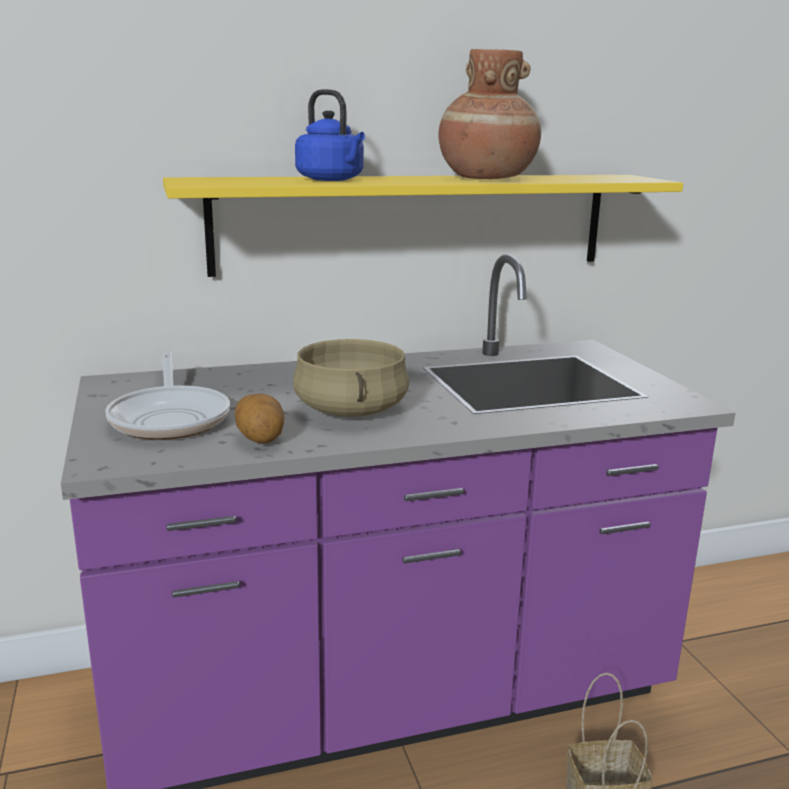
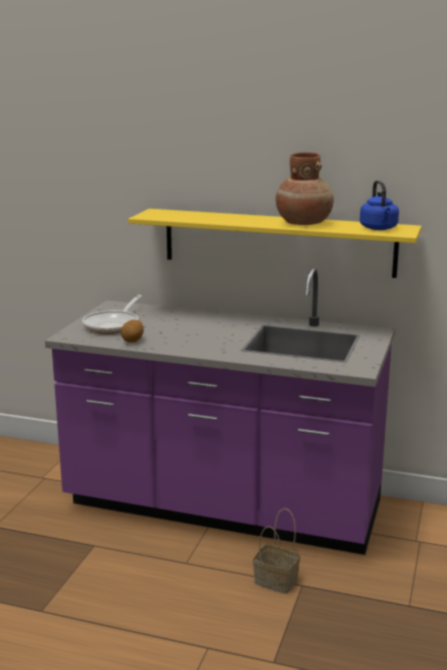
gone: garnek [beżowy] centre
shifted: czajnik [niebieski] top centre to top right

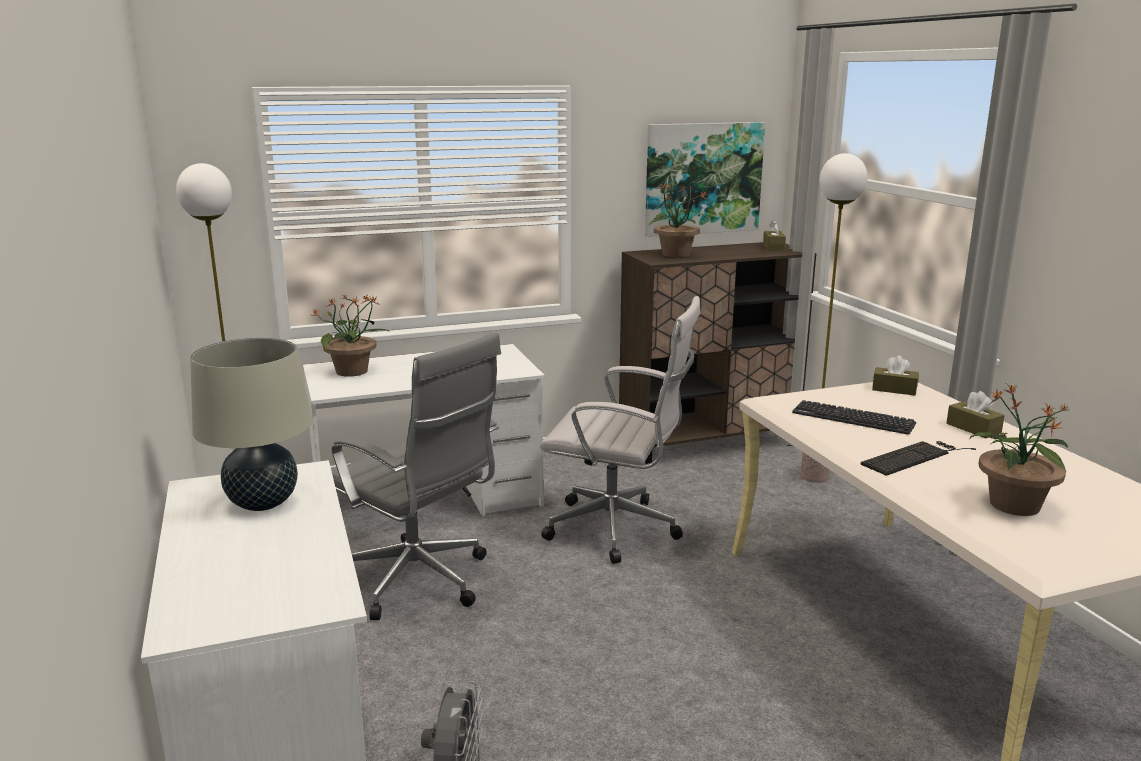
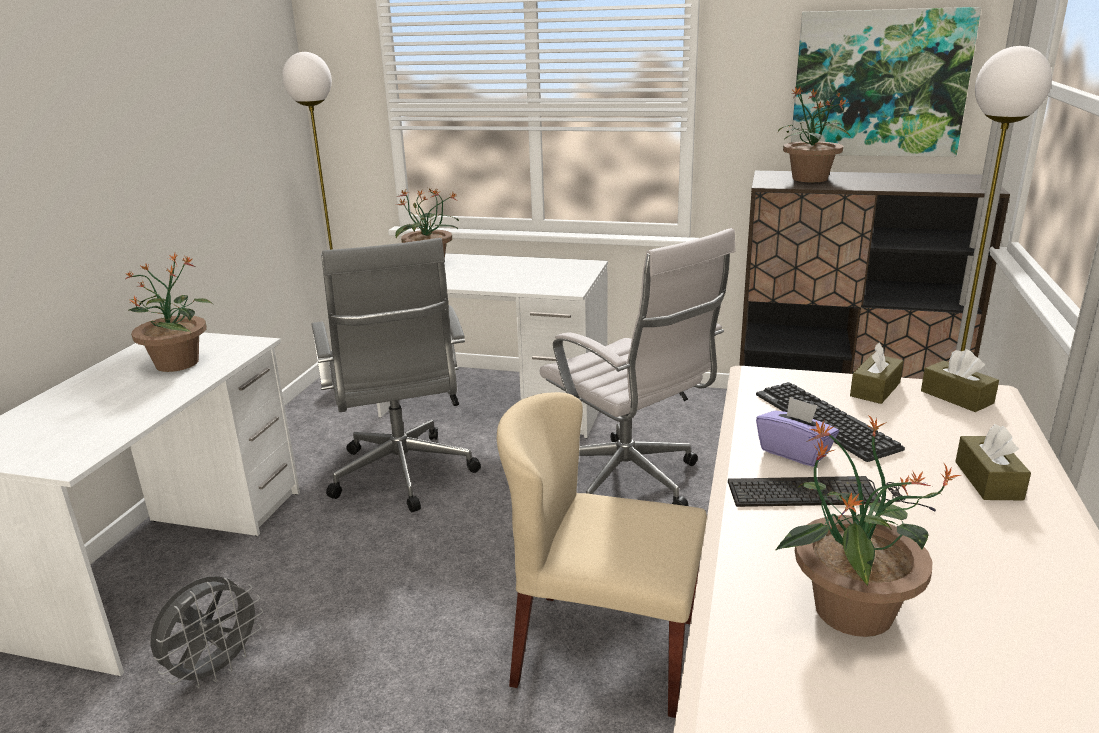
new: krzesło [beżowy] bottom centre; pudełko chusteczek [fioletowy] middle right
shifted: pudełko chusteczek [brązowy] (no. 1 from left) top right to middle right
swapped: lampa stołowa [beżowy] middle left to roślina doniczkowa (no. 1 from left) middle left

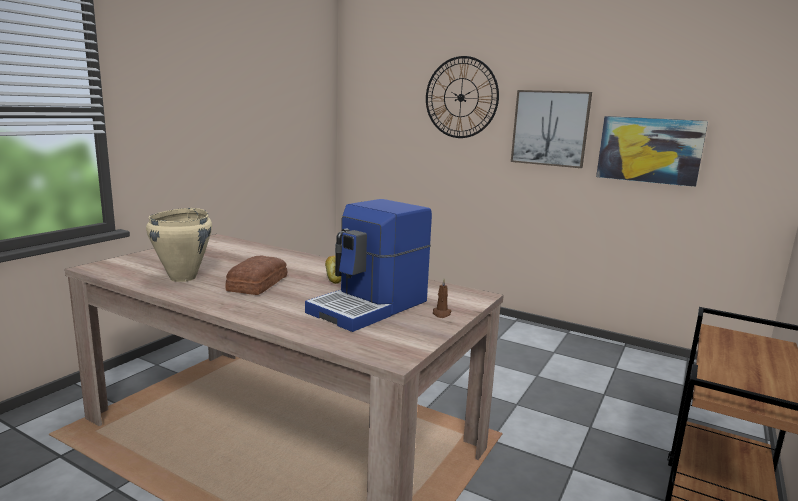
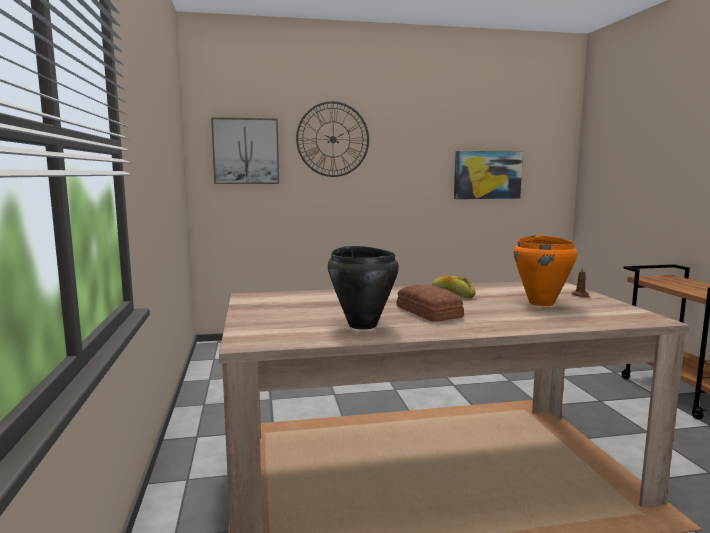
shifted: obraz (no. 1 from left) top right to top centre
swapped: ekspres do kawy centre to garnek [pomarańczowy] middle right
repainted: garnek [beżowy] middle left to garnek [czarny] centre

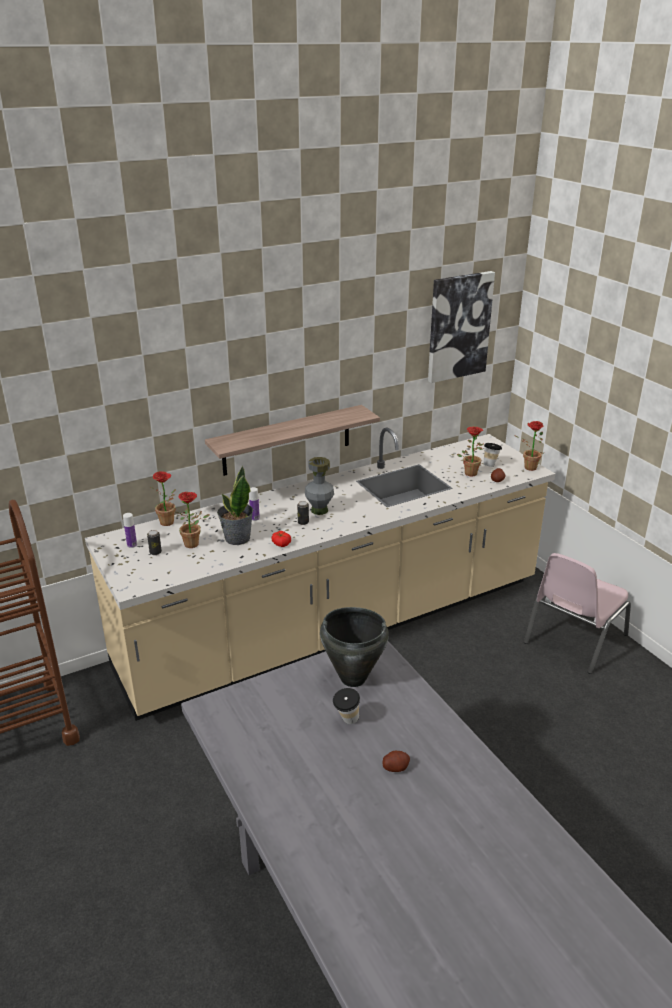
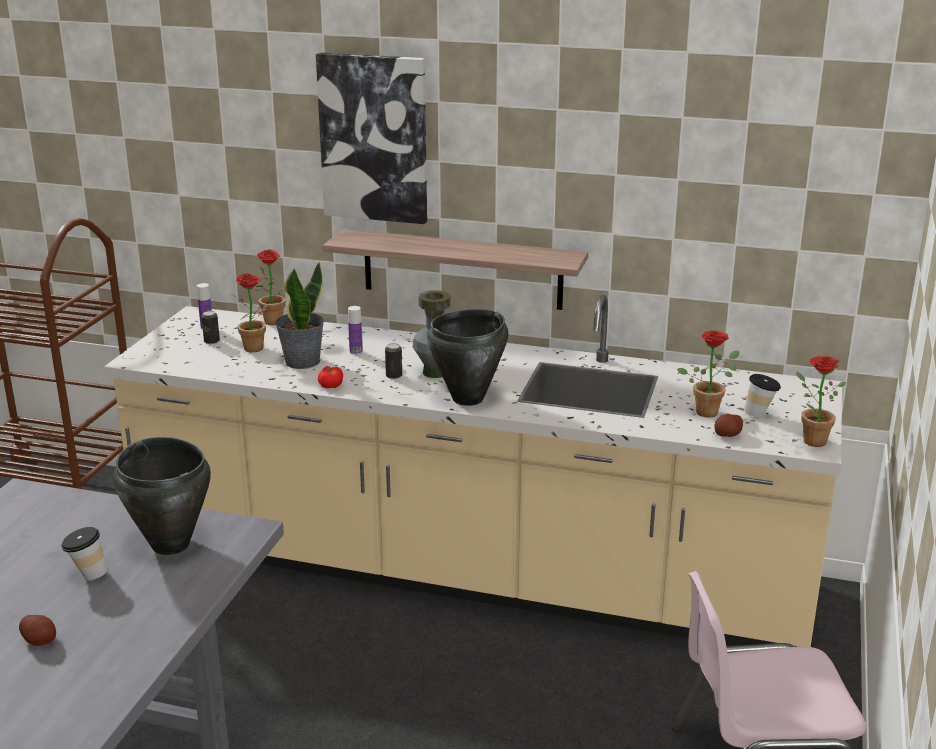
new: garnek [czarny] (no. 2 from left) centre
shifted: obraz top right to top centre

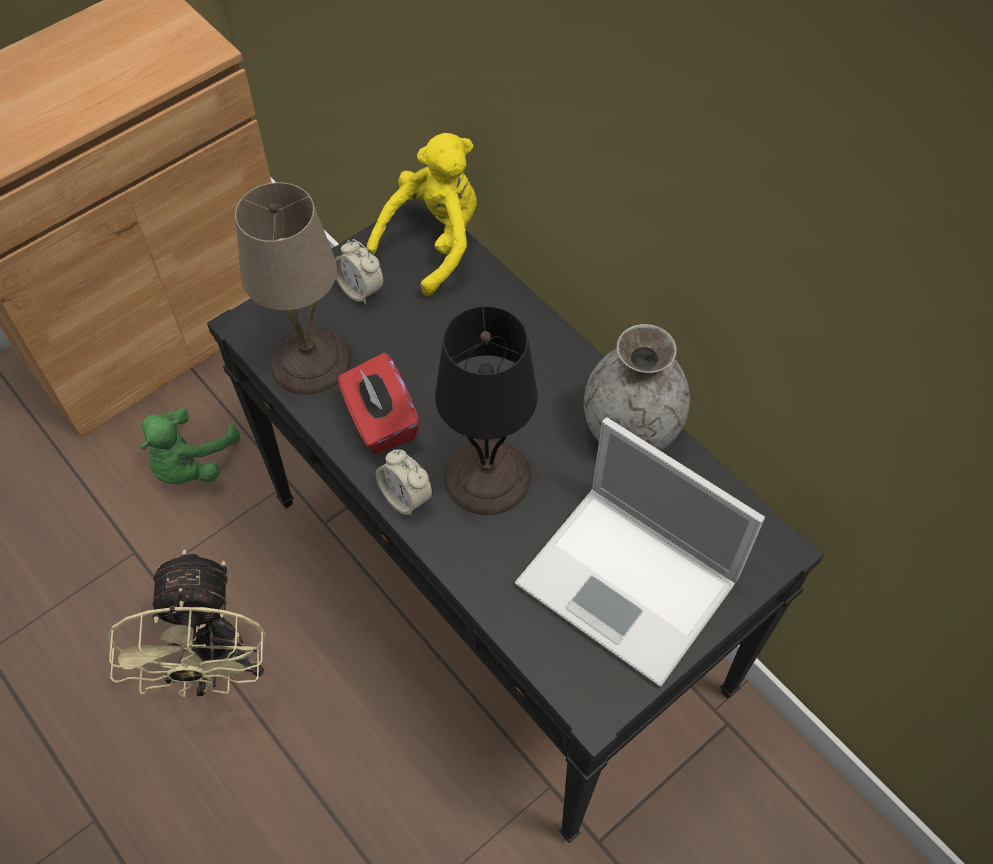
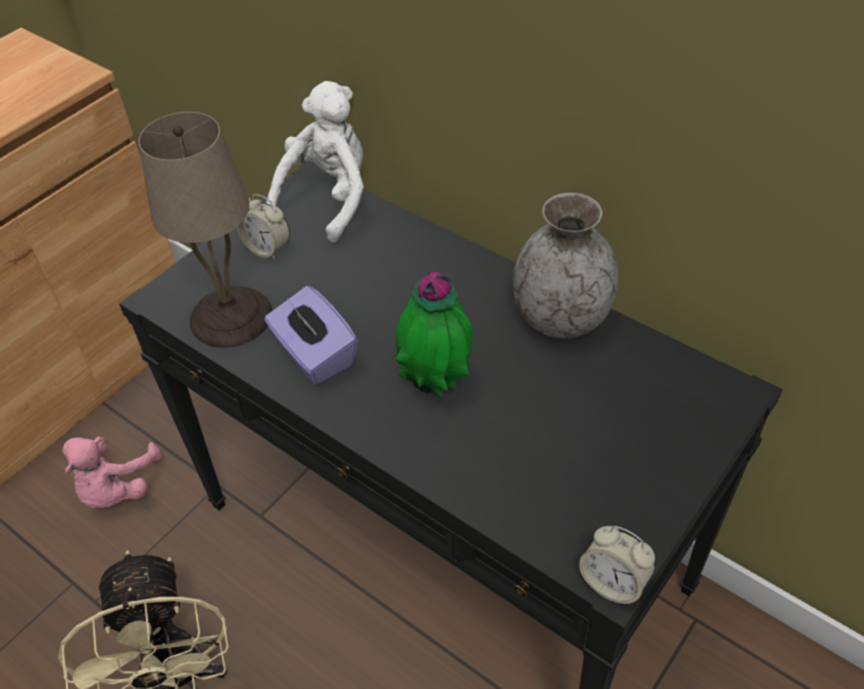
gone: laptop centre
shifted: budzik (no. 2 from left) centre to bottom right
swapped: lampa stołowa [czarny] centre to roślina doniczkowa centre
repainted: pluszak [zielony] middle left to pluszak [różowy] bottom left; pudełko chusteczek [czerwony] centre to pudełko chusteczek [fioletowy] centre; pluszak [żółty] top centre to pluszak [biały] top centre

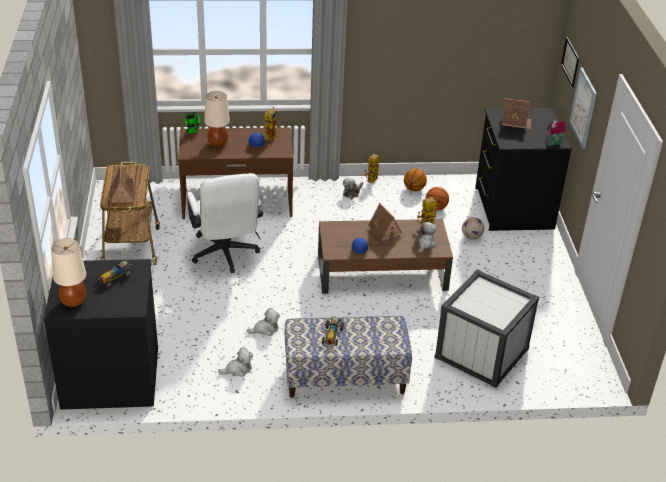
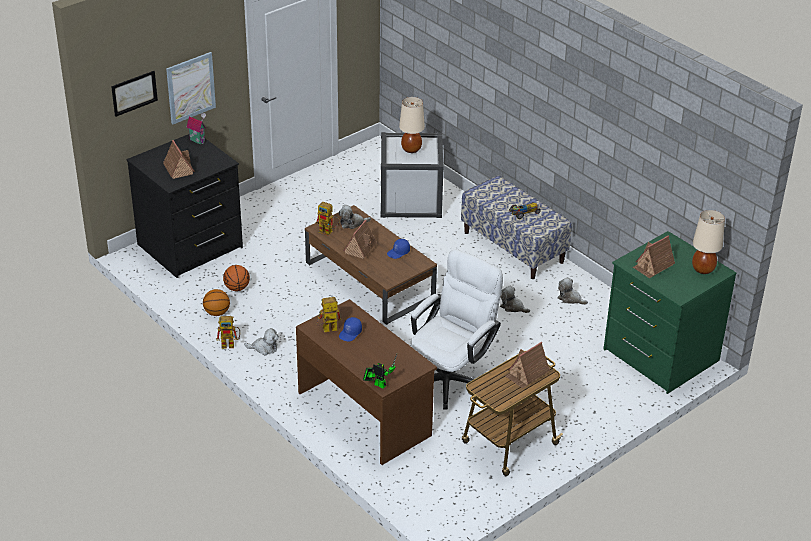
gone: piłka futbolowa middle right
shifted: lampa stołowa [beżowy] (no. 2 from left in the first image) top left to lampa stołowa [beżowy] (no. 1 from left) top centre
swapped: samochodzik (no. 1 from left) middle left to domek (no. 5 from left) middle right
repainted: komoda [czarny] (no. 1 from left) bottom left to komoda [zielony] middle right

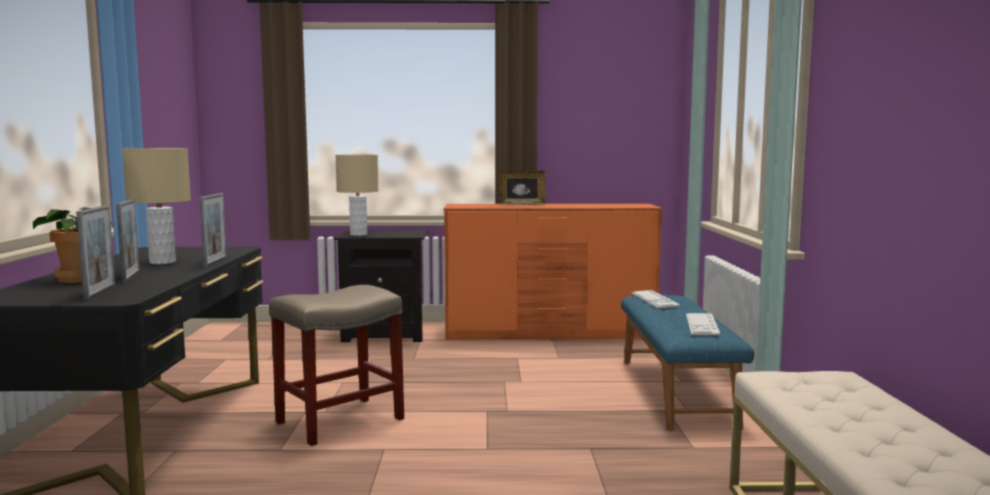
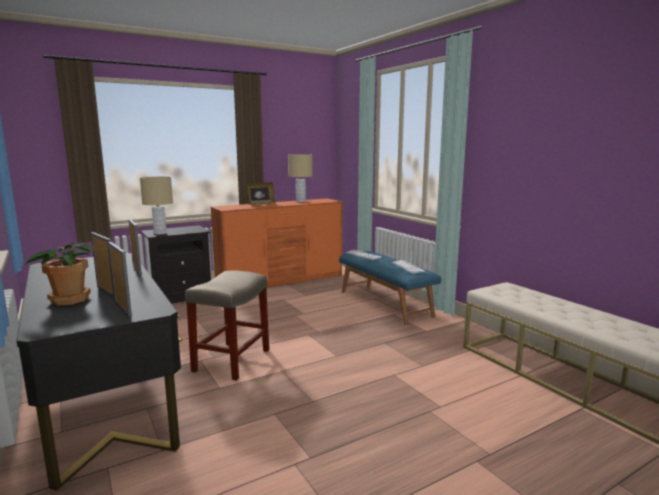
shifted: lampa stołowa [beżowy] (no. 1 from left in the first image) middle left to lampa stołowa [beżowy] (no. 2 from left) centre

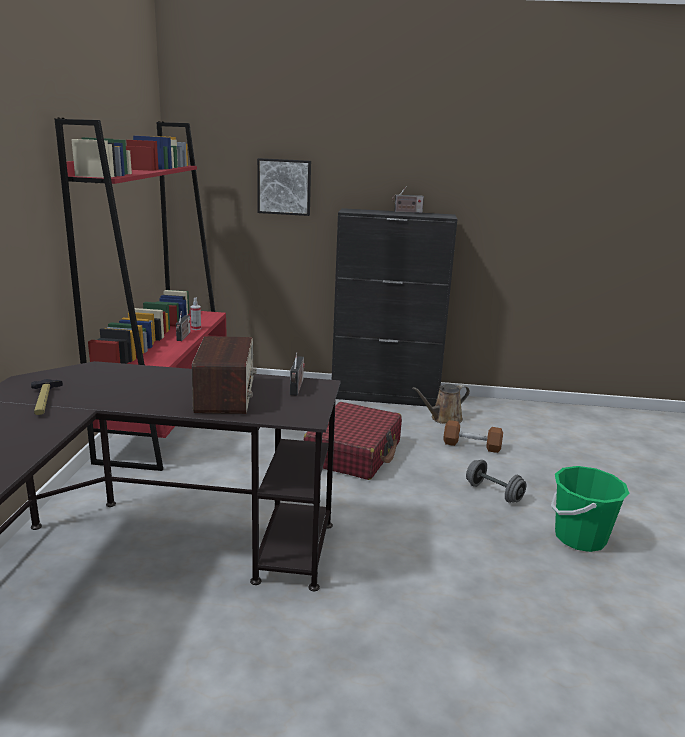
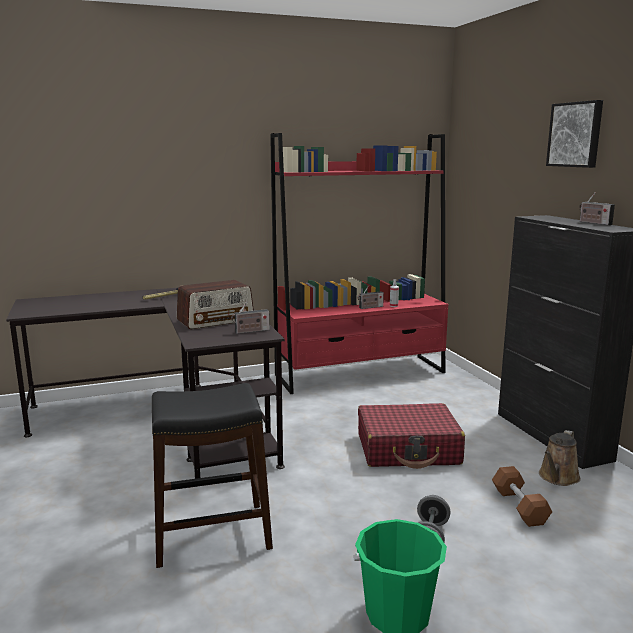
new: stołek [czarny] bottom centre
shifted: obraz top centre to top right
rotated: konewka [brązowy] centre = bottom right 90 degrees counterclockwise

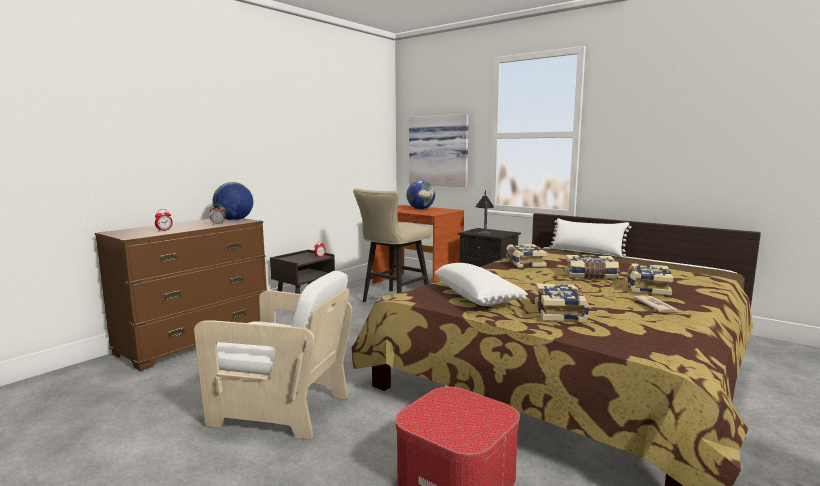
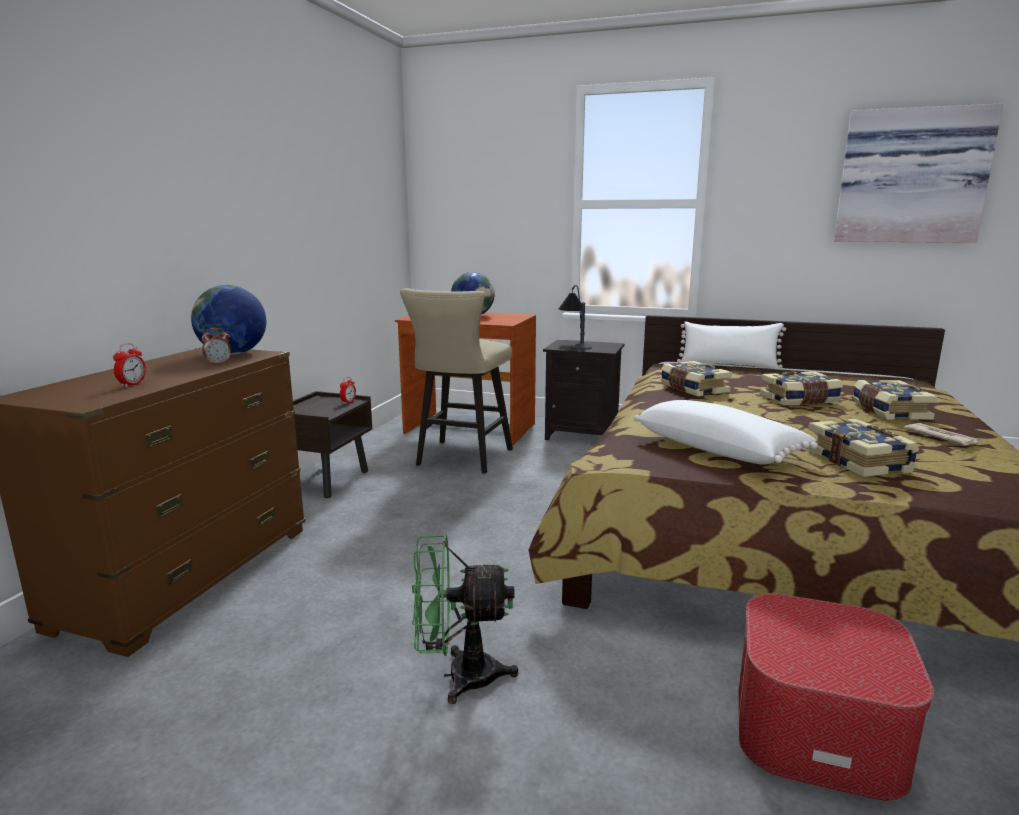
shifted: obraz top centre to top right
swapped: fotel [biały] bottom left to wentylator [zielony] bottom centre

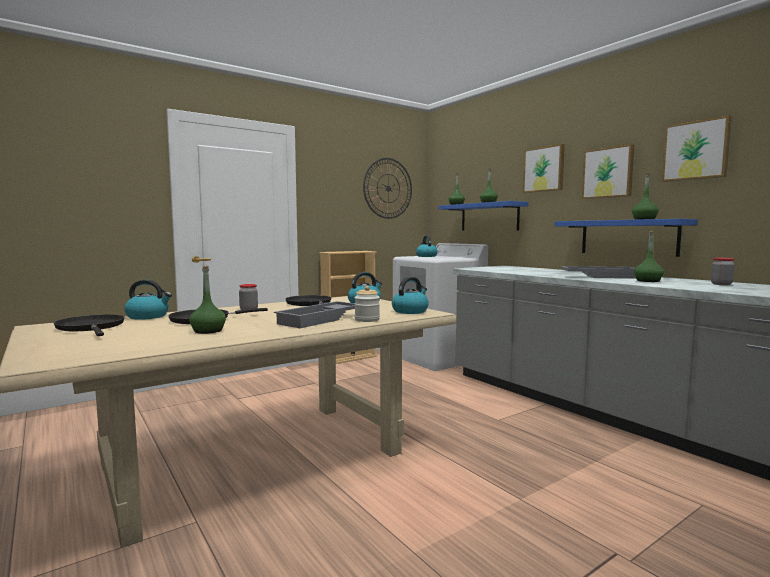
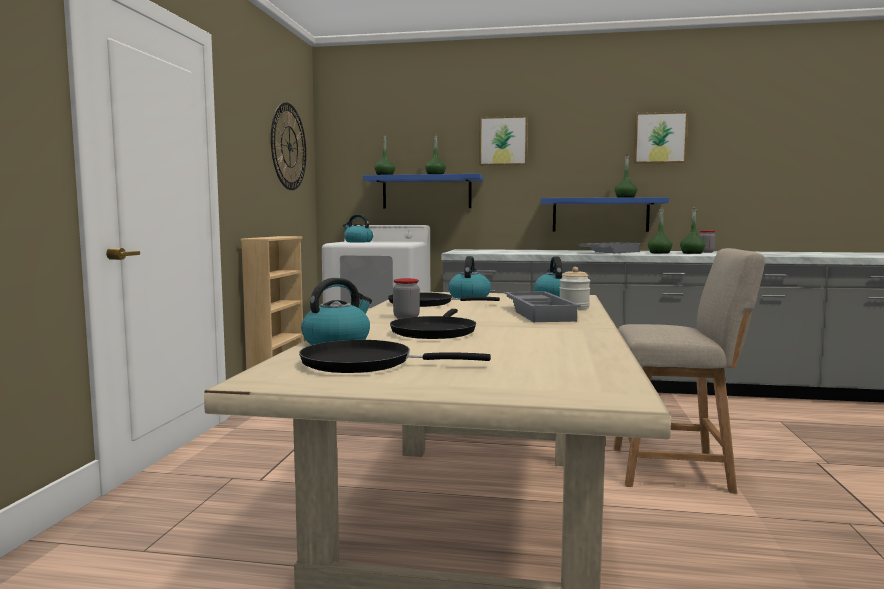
gone: obraz (no. 2 from left) top right
new: krzesło [beżowy] middle right
shifted: butelka [zielony] (no. 1 from left in the first image) middle left to butelka [zielony] (no. 5 from left) middle right

